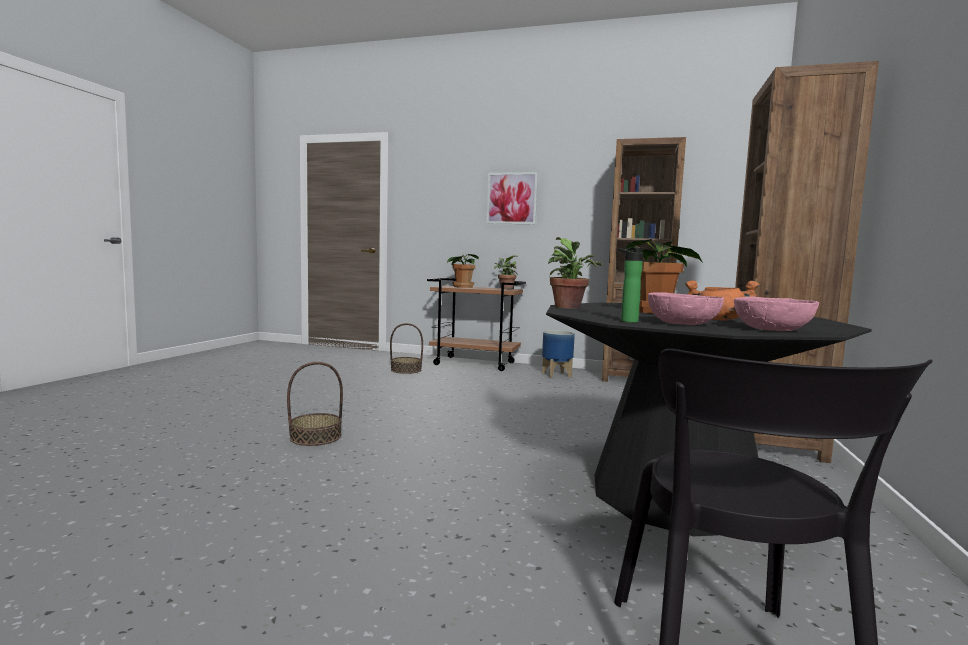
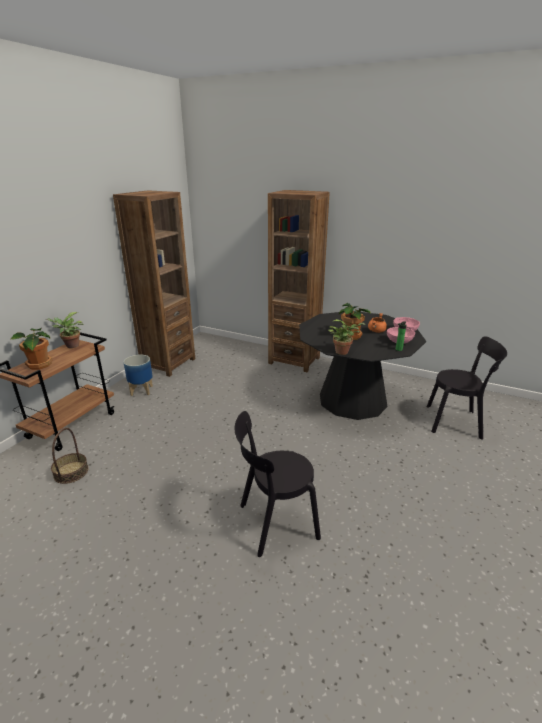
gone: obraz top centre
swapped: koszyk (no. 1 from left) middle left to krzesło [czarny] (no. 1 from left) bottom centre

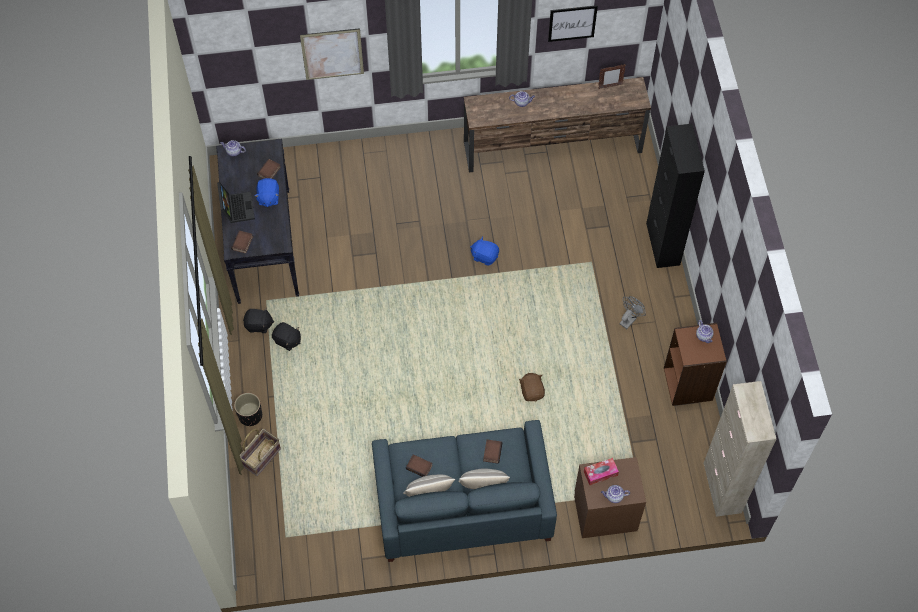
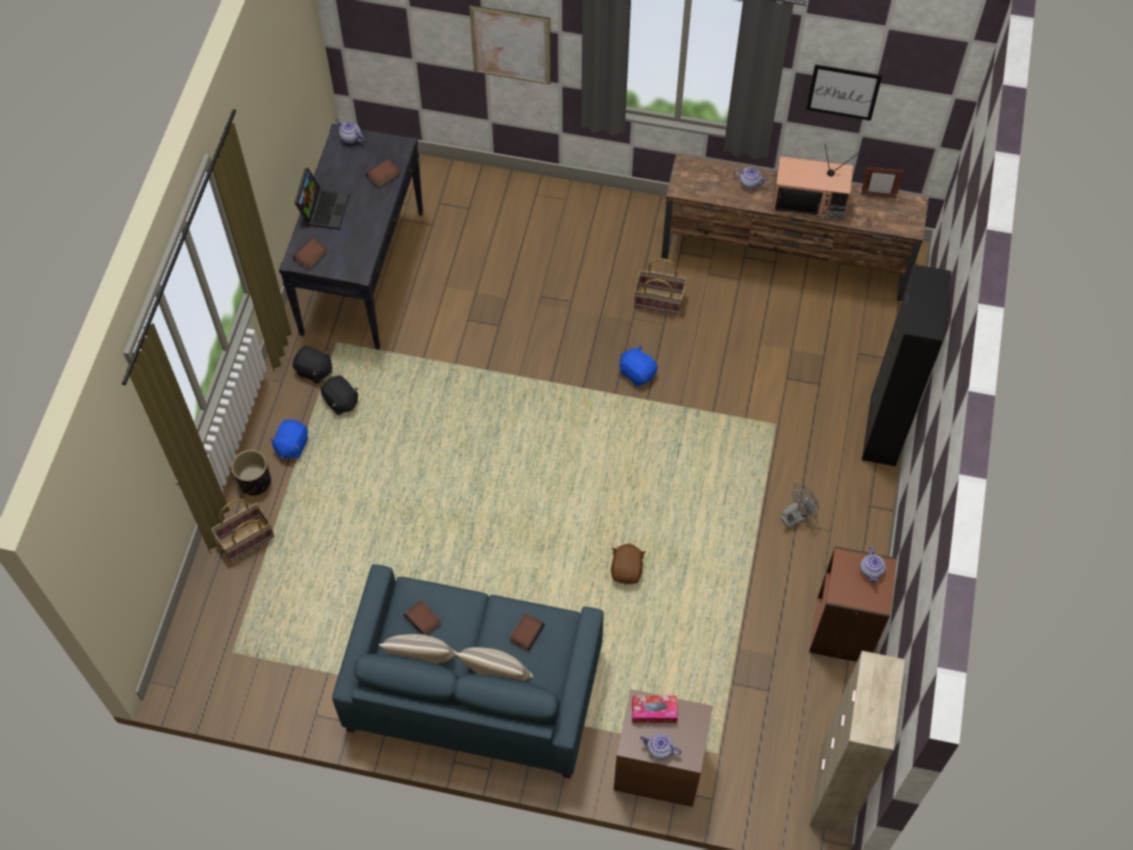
new: koszyk (no. 2 from left) centre; telewizor top right
shifted: pluszak [niebieski] (no. 1 from left) top left to middle left

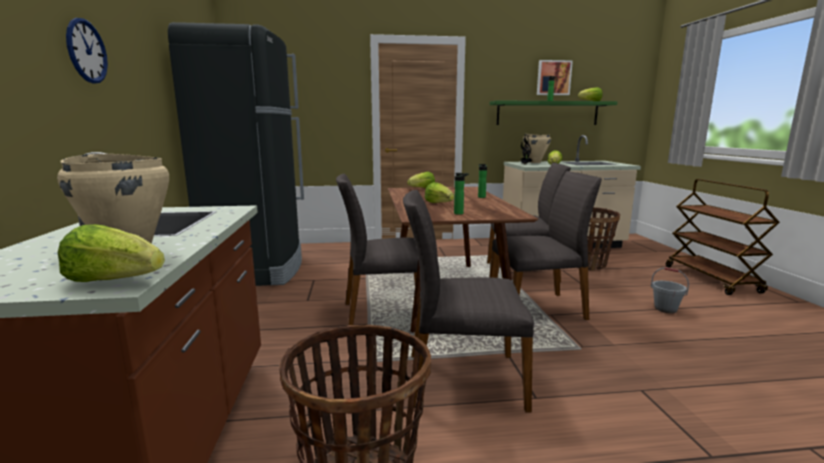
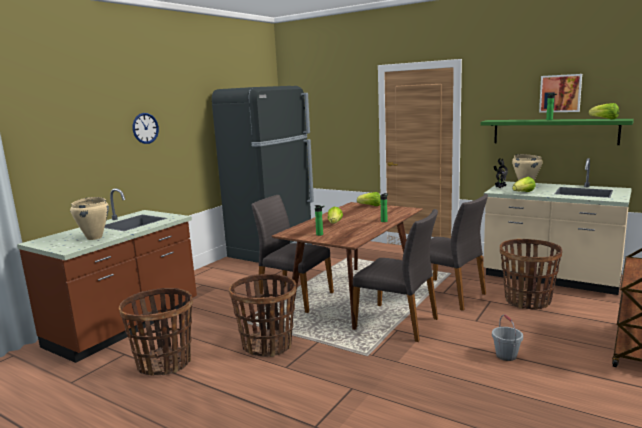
gone: sałata (no. 1 from left) middle left
swapped: krzesło [szary] (no. 2 from left) centre to koszyk (no. 2 from left) bottom centre

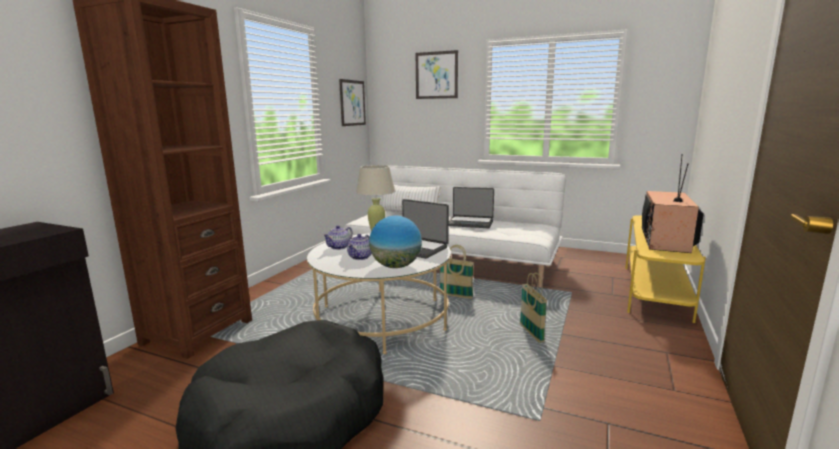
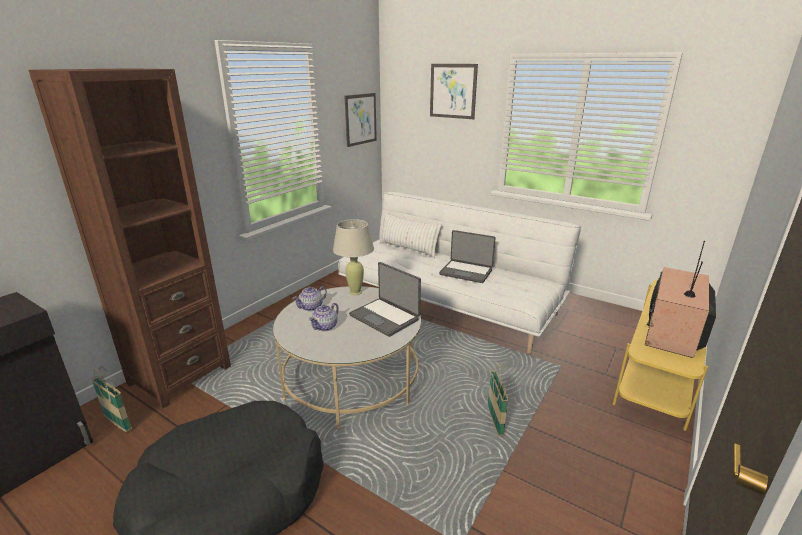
gone: globus centre
shifted: koszyk (no. 1 from left) centre to bottom left

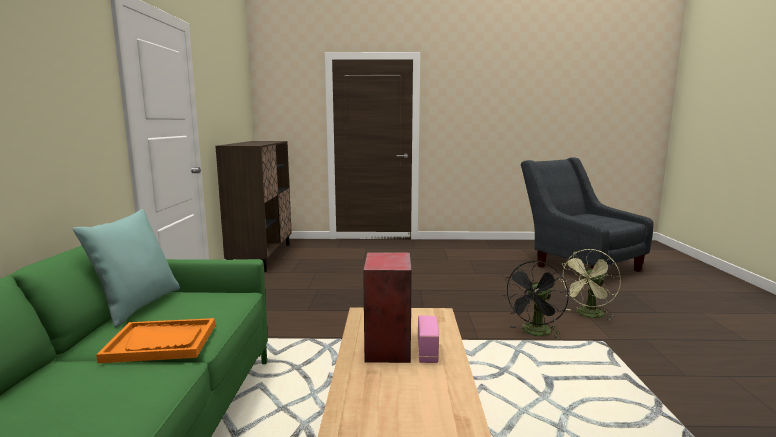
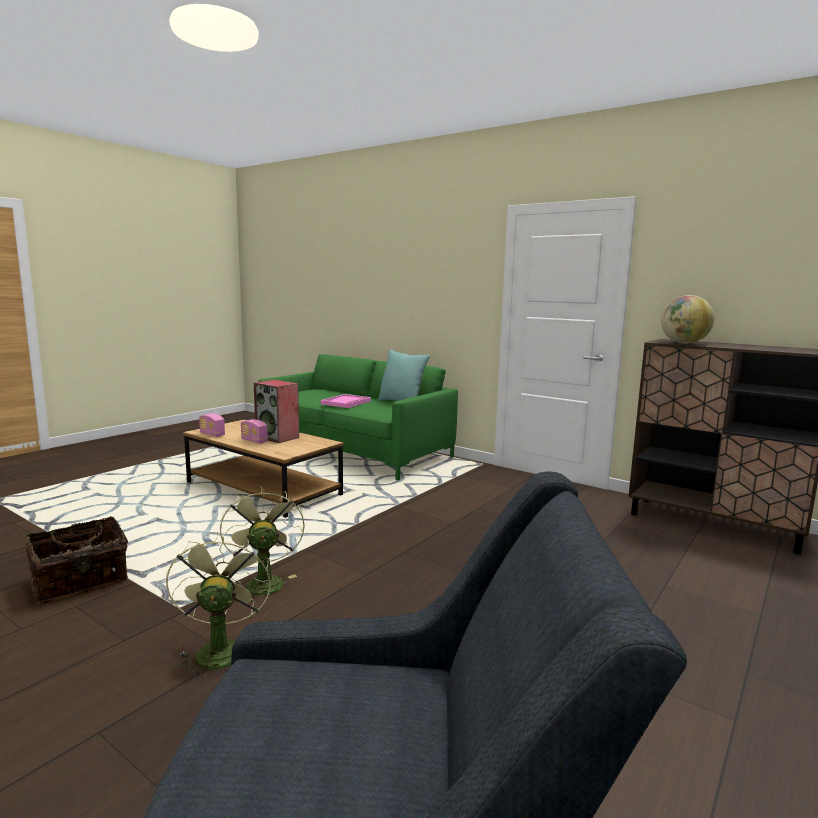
new: koszyk bottom left; radio (no. 1 from left) middle left; globus middle right
repainted: wentylator [czarny] bottom right to wentylator [zielony] (no. 2 from left) middle left; taca [pomarańczowy] bottom left to taca [różowy] centre

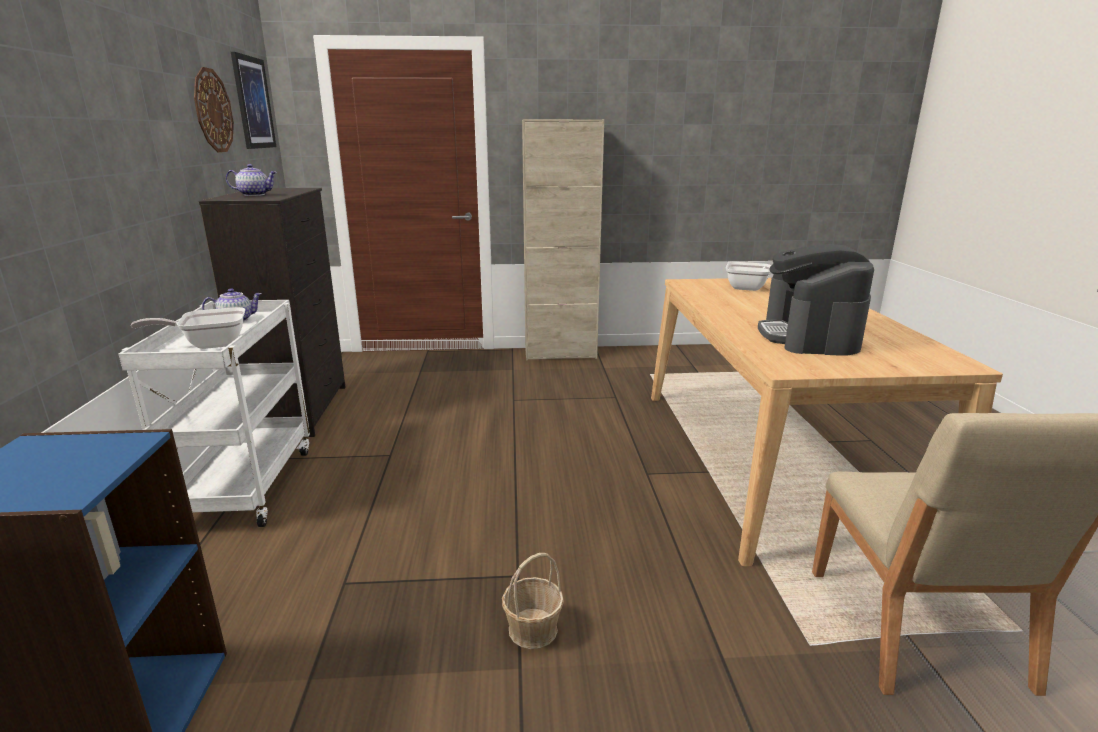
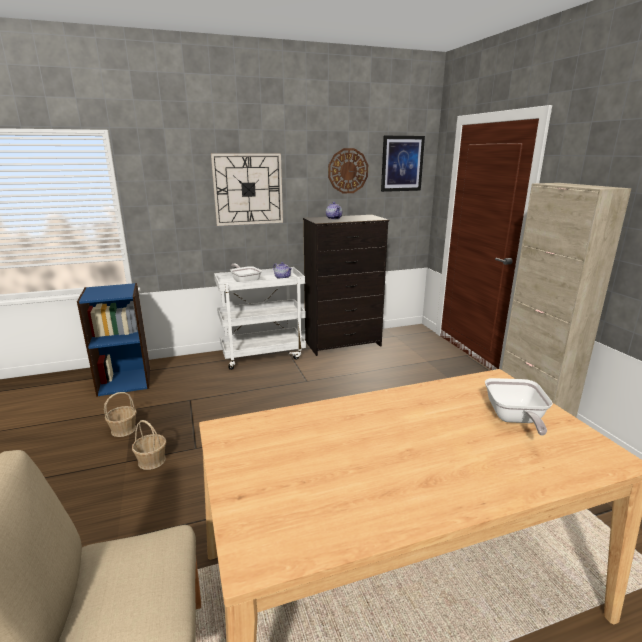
gone: ekspres do kawy middle right
new: koszyk (no. 1 from left) middle left; zegar ścienny (no. 1 from left) top centre

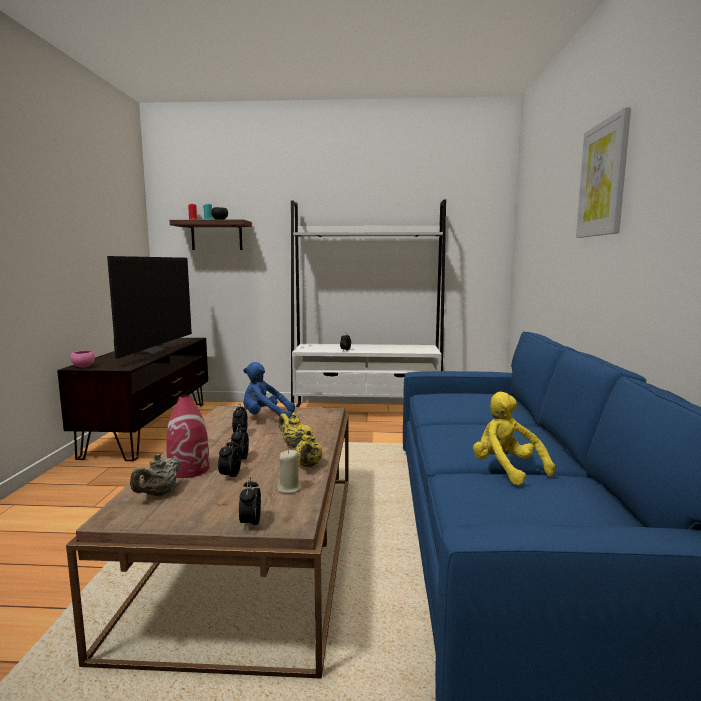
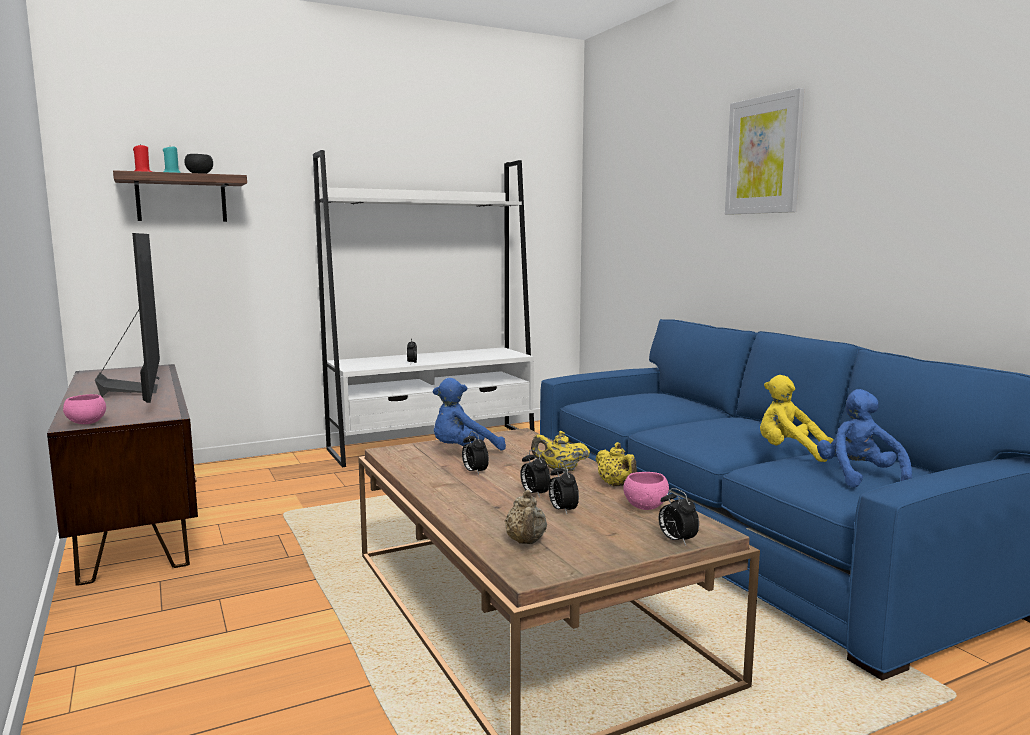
gone: wazon [czerwony] middle left
new: pluszak [niebieski] (no. 2 from left) middle right
swapped: świeca [beżowy] bottom centre to miska [różowy] (no. 2 from left) bottom centre

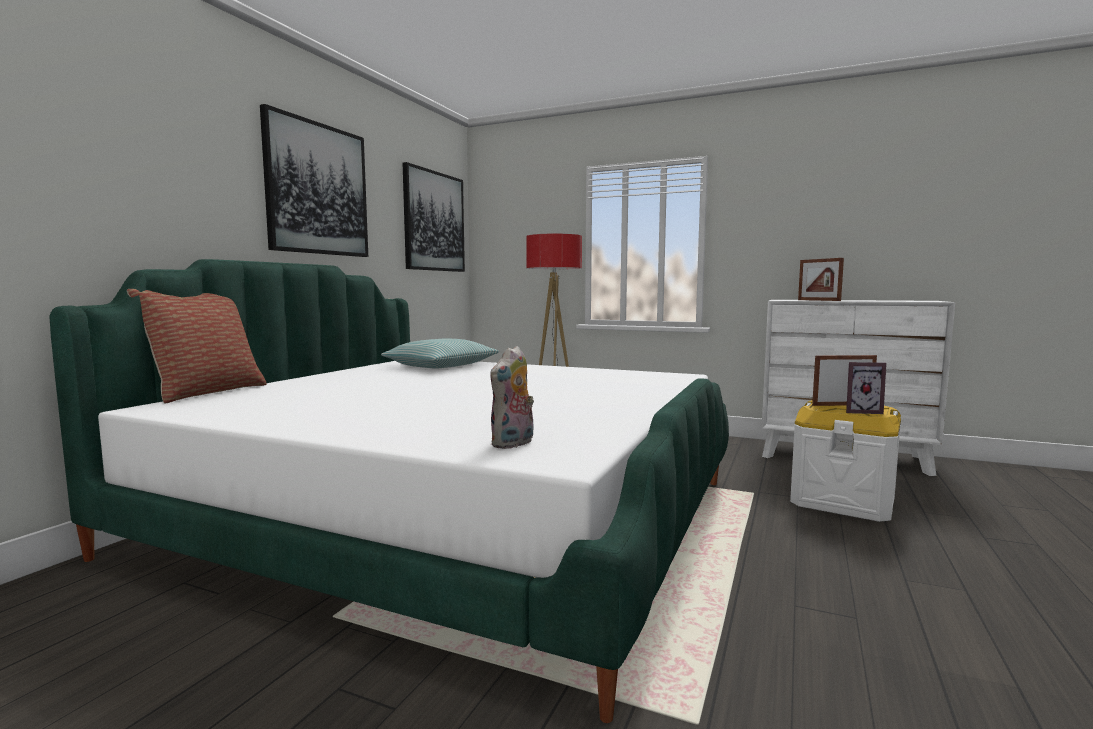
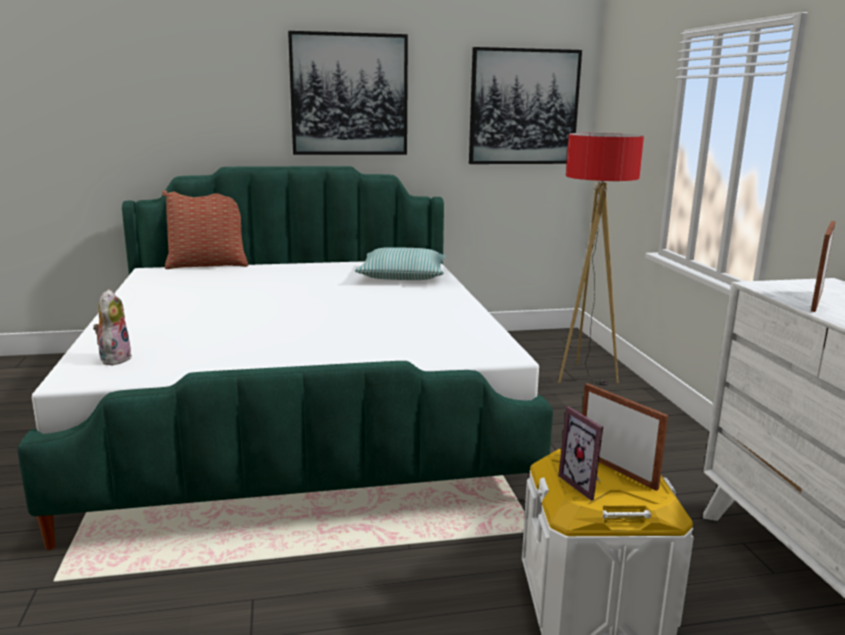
rotated: pluszak centre = middle left 90 degrees clockwise

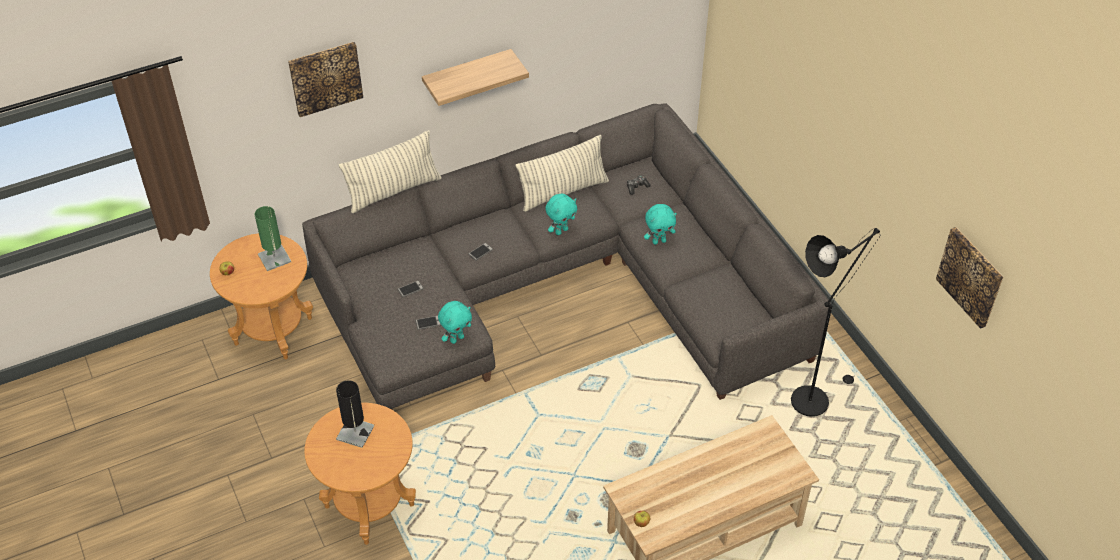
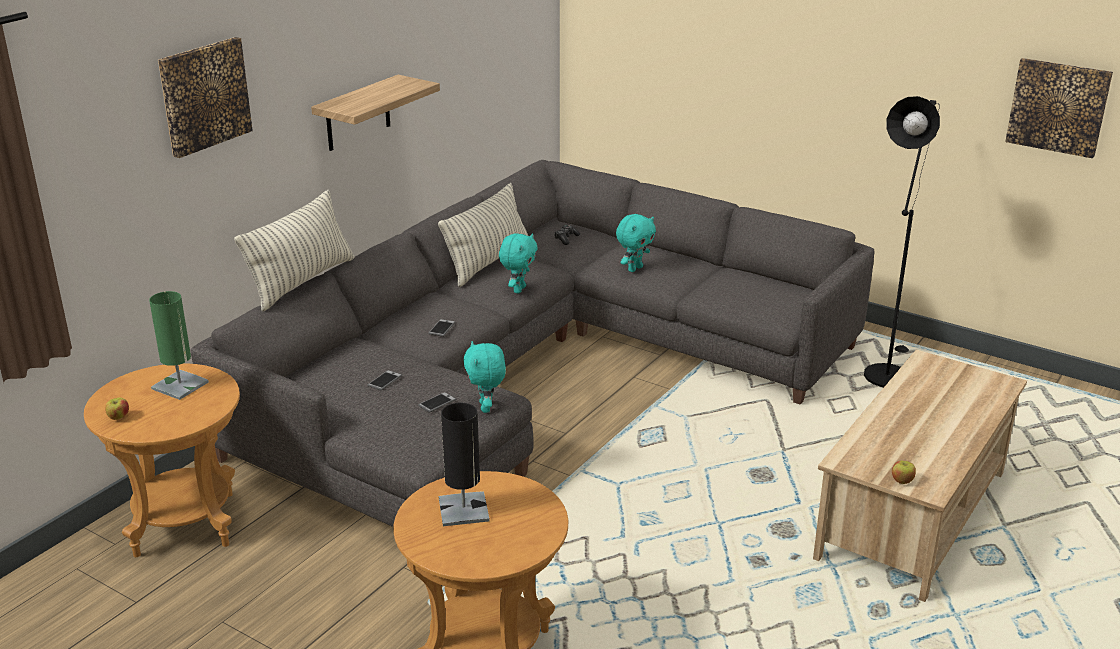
rotated: pluszak [turkusowy] (no. 1 from left) centre = centre 150 degrees clockwise

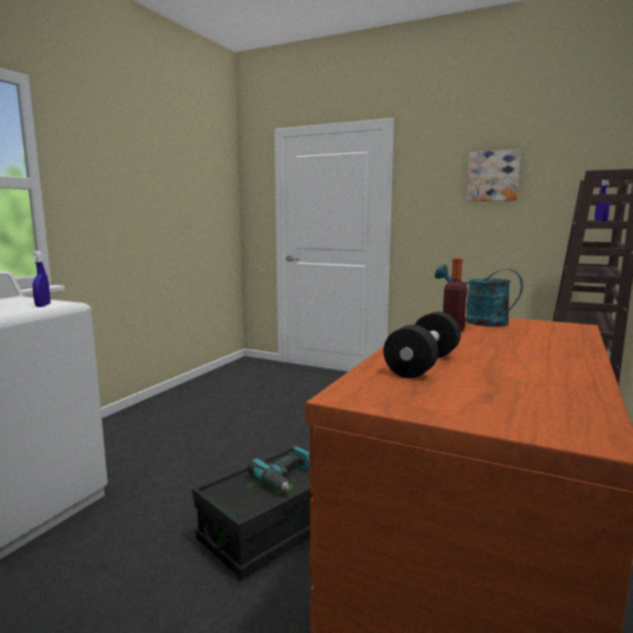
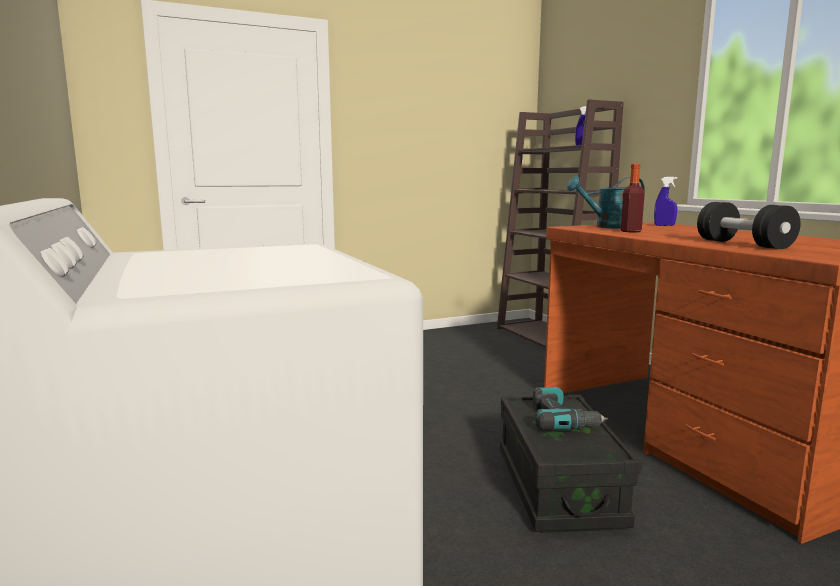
gone: obraz top right
shifted: spryskiwacz [niebieski] (no. 1 from left in the first image) middle left to spryskiwacz [niebieski] (no. 2 from left) middle right

